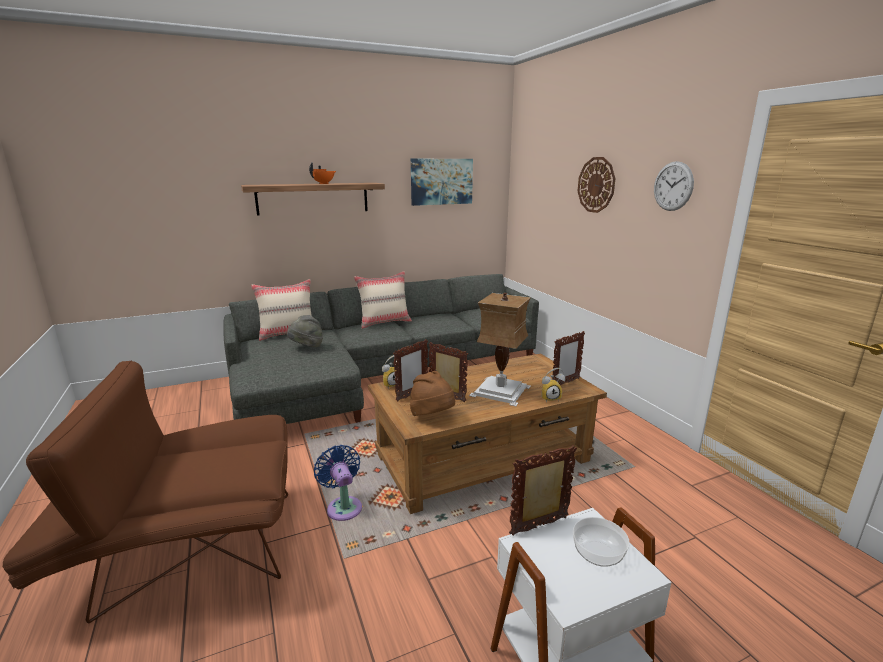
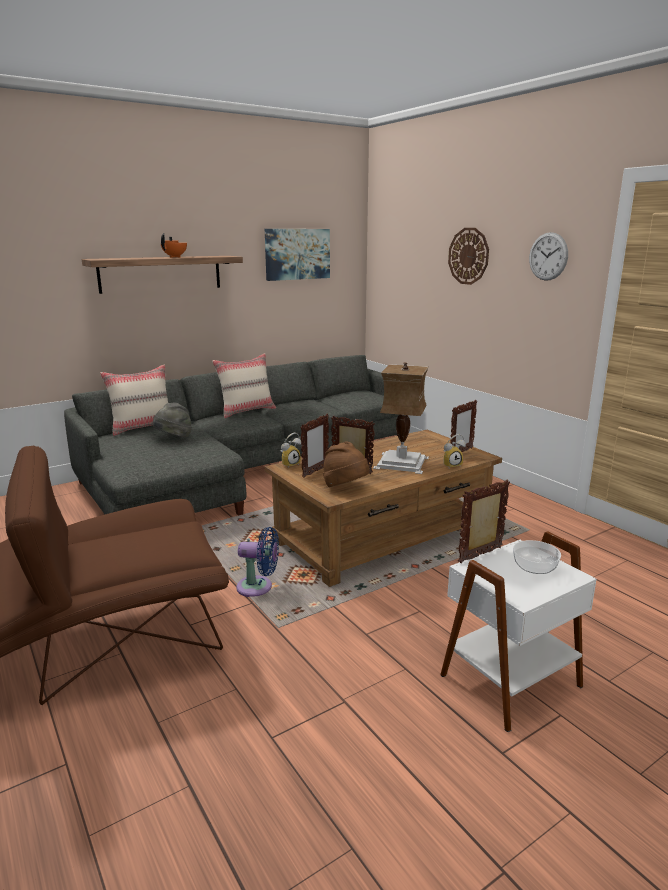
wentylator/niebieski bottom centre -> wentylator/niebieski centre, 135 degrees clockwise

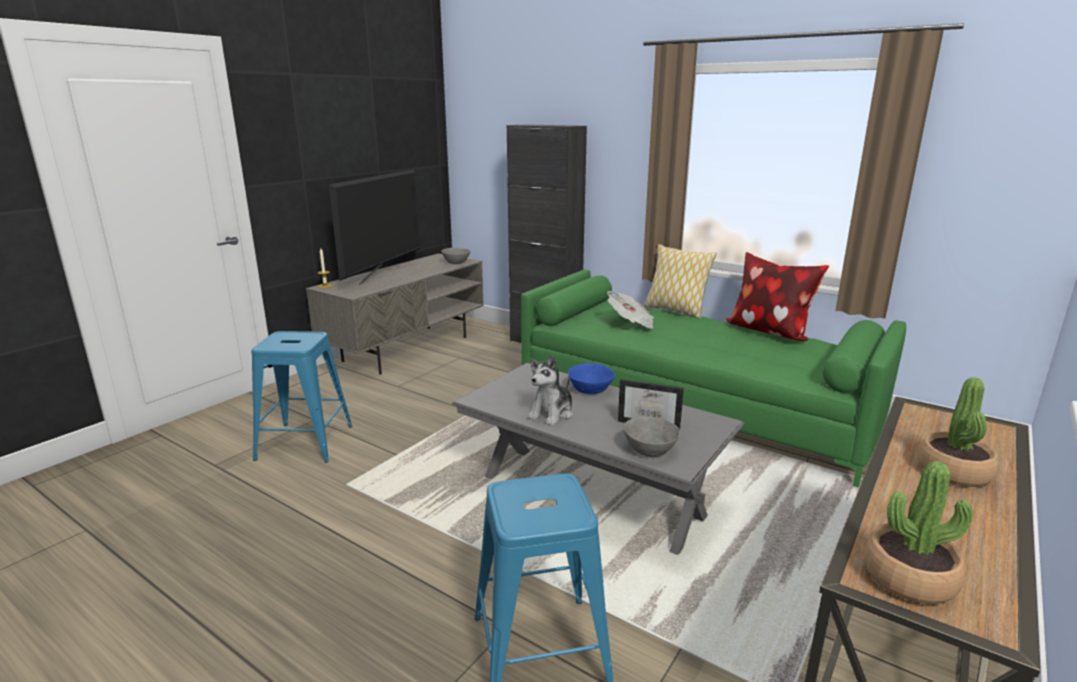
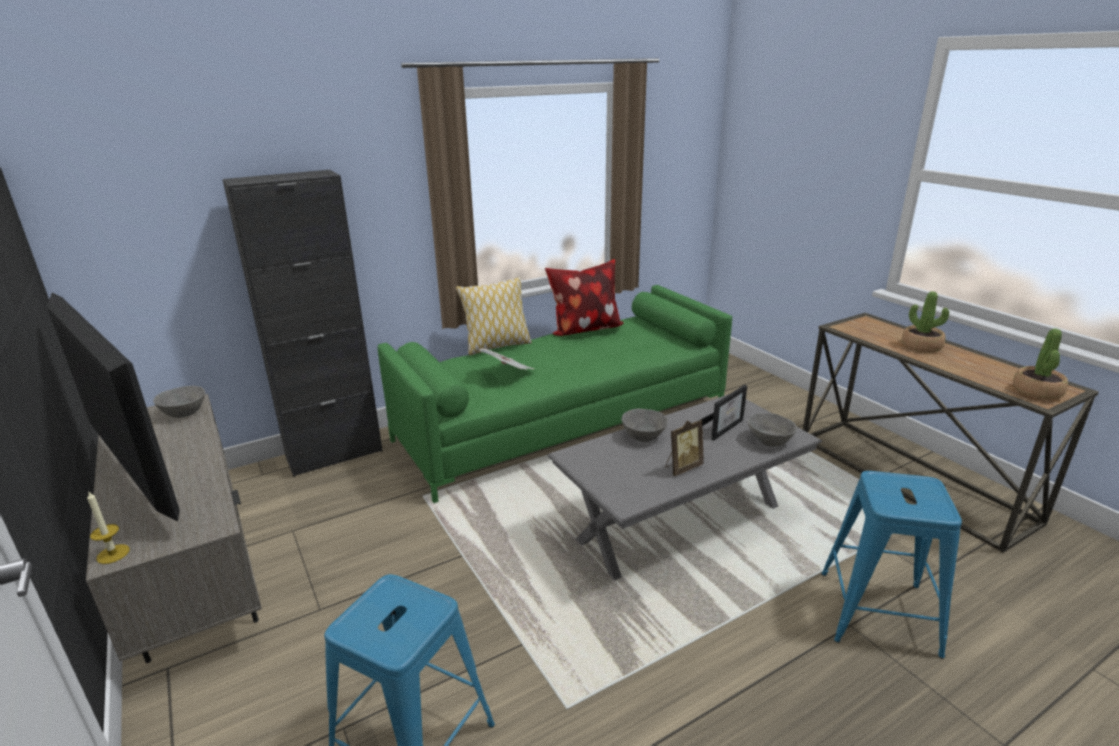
miska/niebieski centre -> miska/szary (no. 2 from left) centre
pluszak centre -> ramka na zdjęcie (no. 1 from left) centre

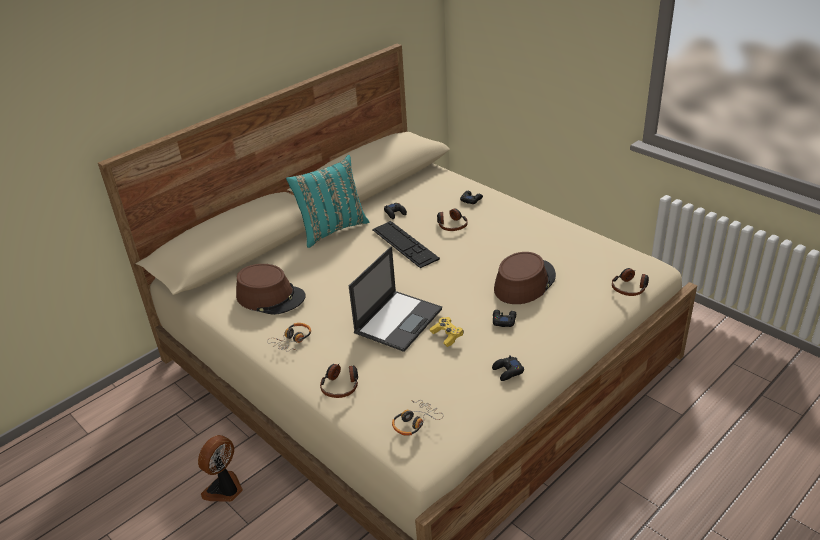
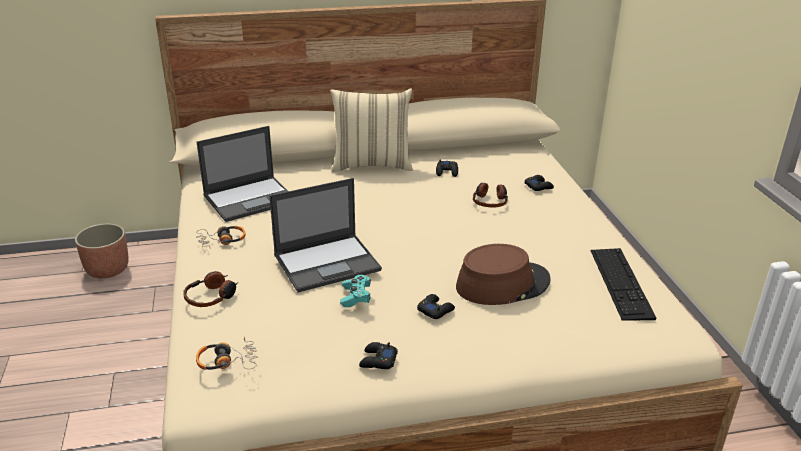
none -> donica middle left
kapelusz/brązowy (no. 1 from left) middle left -> laptop (no. 1 from left) middle left
poduszka/turkusowy centre -> poduszka/beżowy top centre
pad do gier/żółty centre -> pad do gier/turkusowy centre
klawiatura centre -> klawiatura middle right, relocated
wentylator bottom left -> none
słuchawki (no. 5 from left) middle right -> none

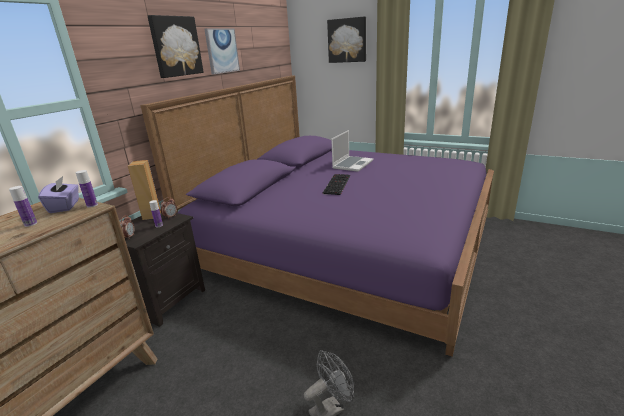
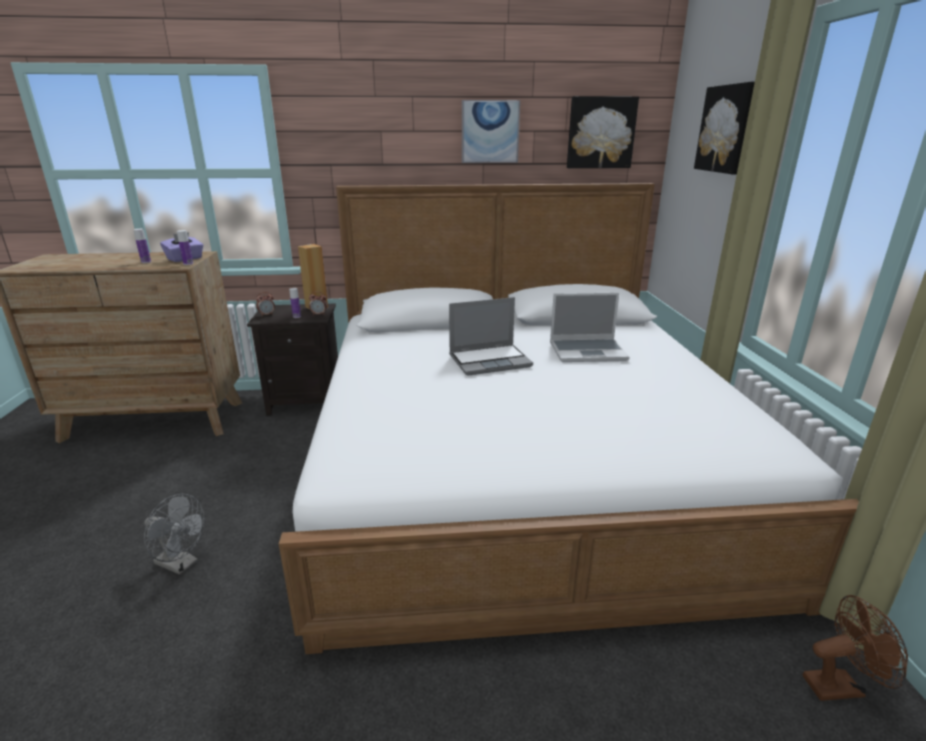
łóżko/fioletowy centre -> łóżko/biały centre
klawiatura centre -> laptop (no. 1 from left) centre
obraz (no. 1 from left in the first image) top left -> obraz (no. 2 from left) top centre, relocated
none -> wentylator/brązowy bottom right

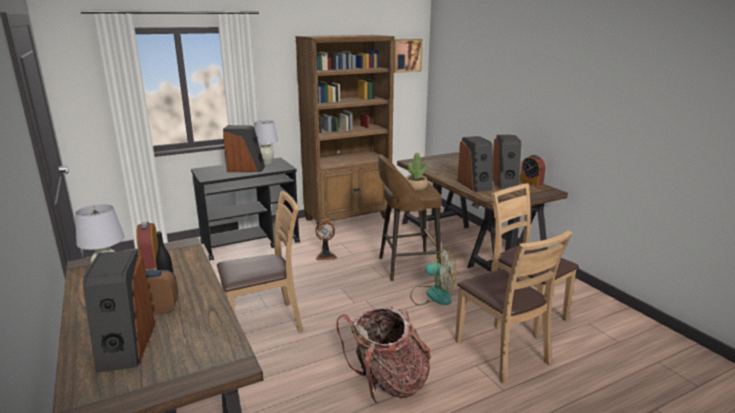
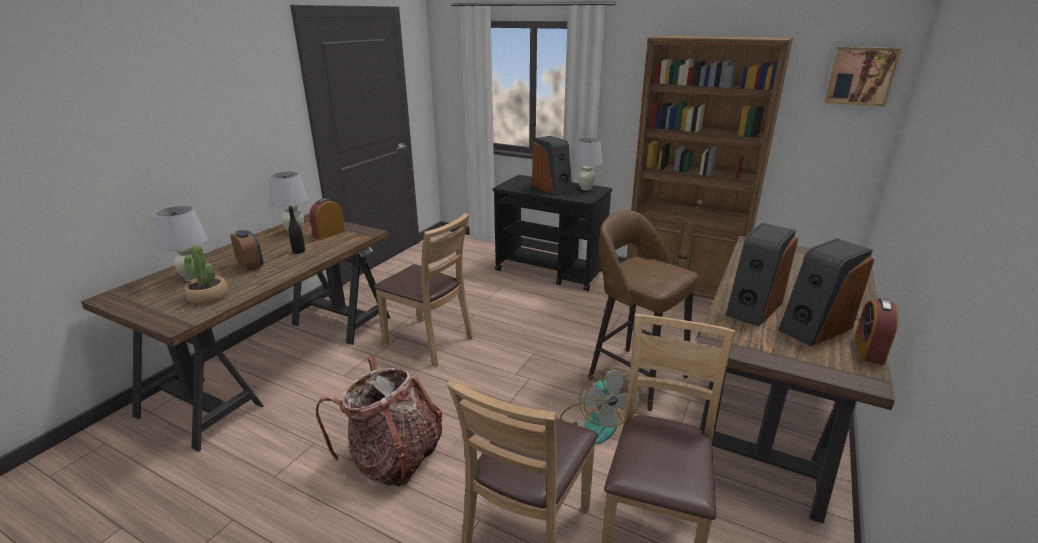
głośnik (no. 1 from left) bottom left -> lampa stołowa/biały (no. 1 from left) middle left
roślina doniczkowa centre -> roślina doniczkowa middle left, relocated
wentylator (no. 1 from left) centre -> none

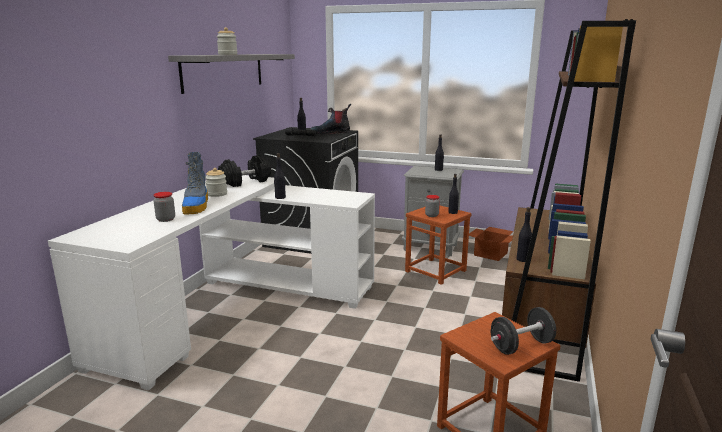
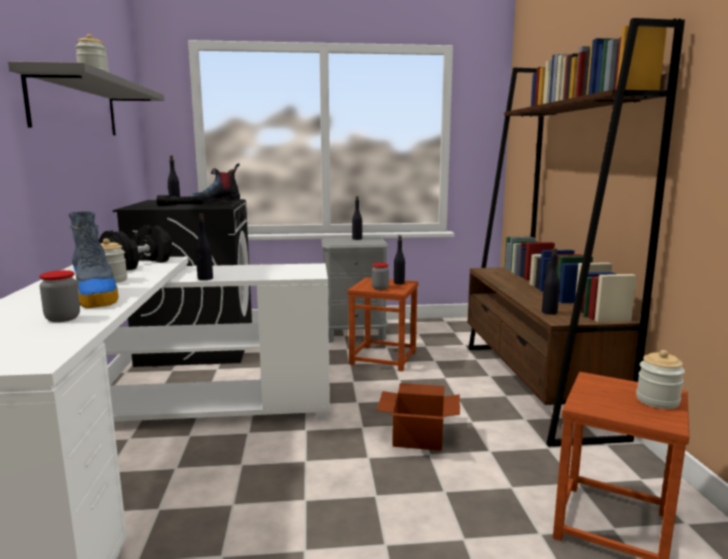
karton middle right -> karton bottom centre, relocated
hantel/czarny (no. 2 from left) bottom right -> słoik (no. 5 from left) bottom right

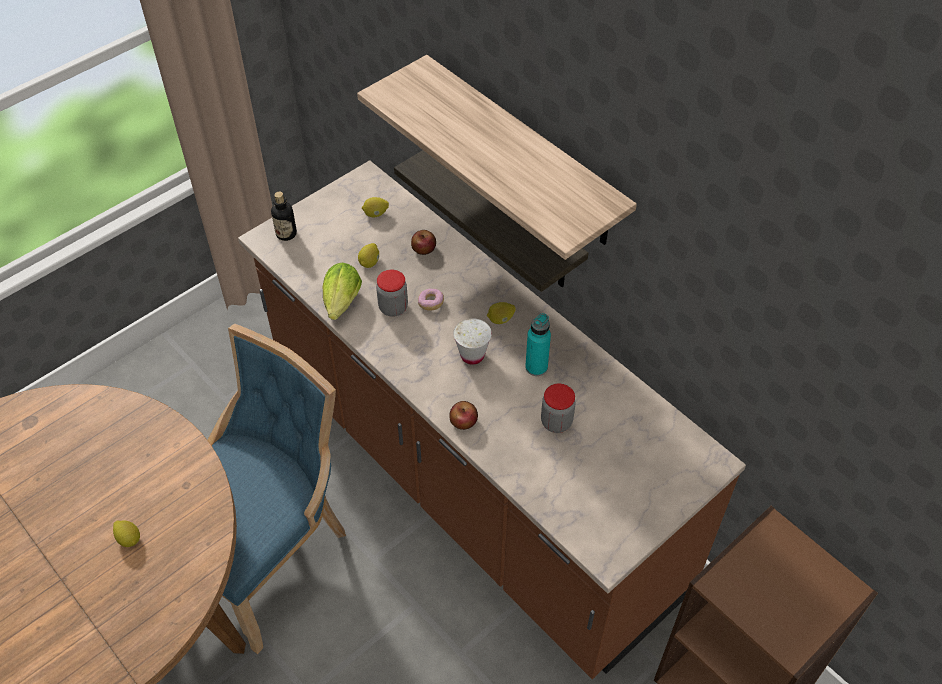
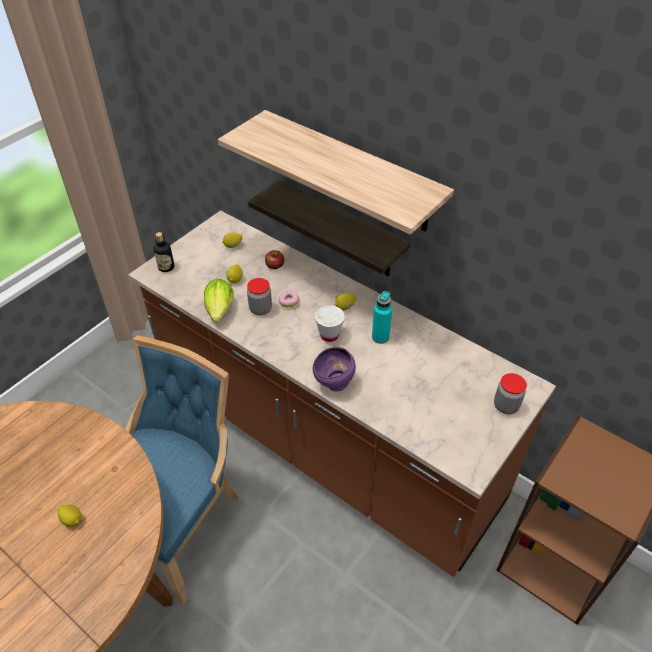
jabłko (no. 2 from left) centre -> miska/fioletowy centre
słoik (no. 2 from left) centre -> słoik (no. 2 from left) middle right, relocated

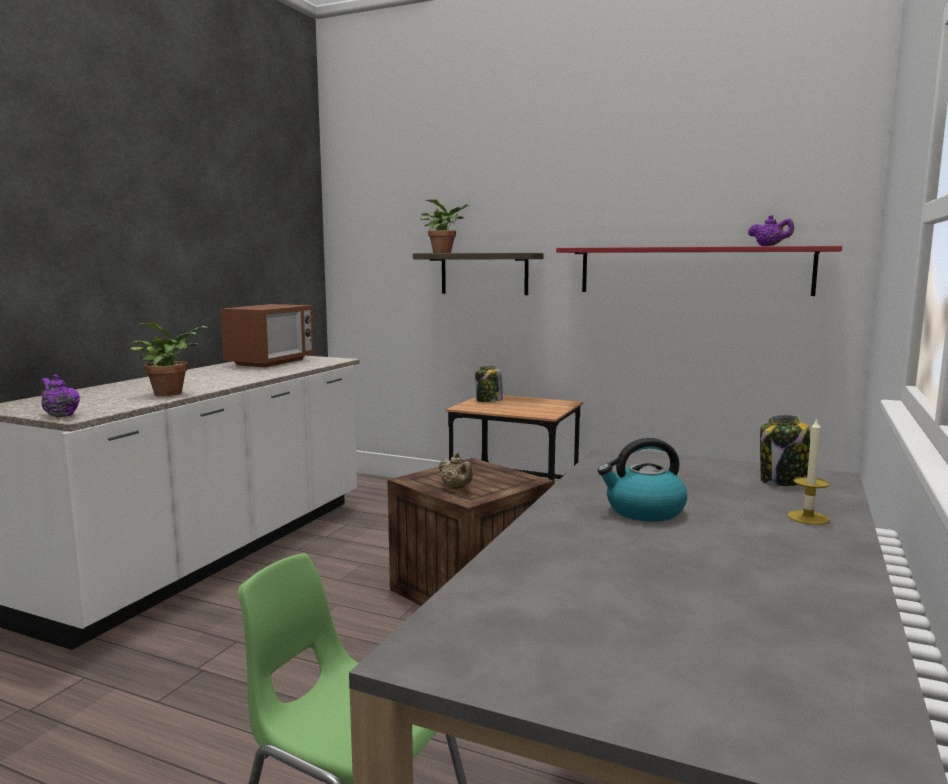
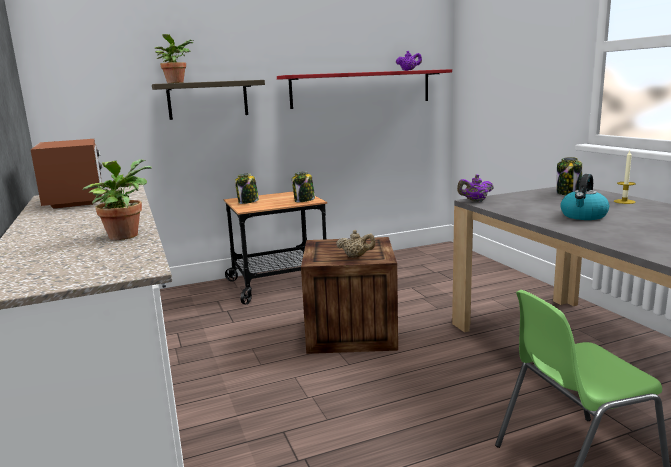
none -> słoik (no. 2 from left) centre
imbryk/fioletowy (no. 1 from left in the first image) middle left -> imbryk/fioletowy (no. 2 from left) middle right, relocated

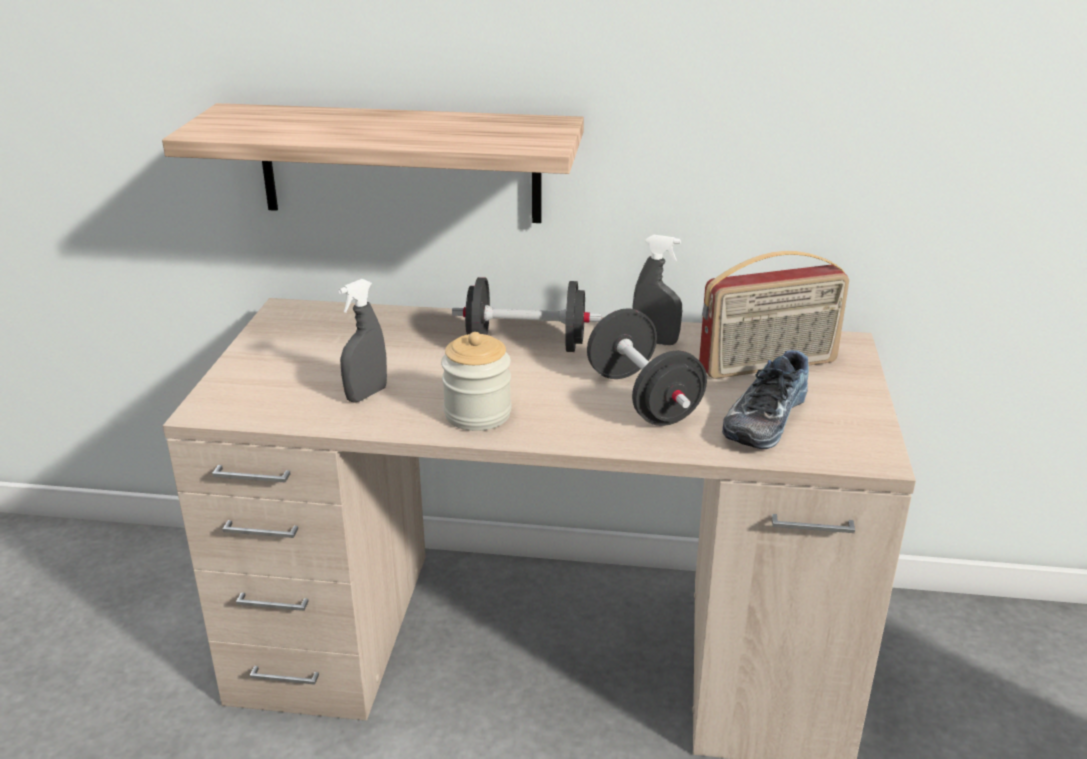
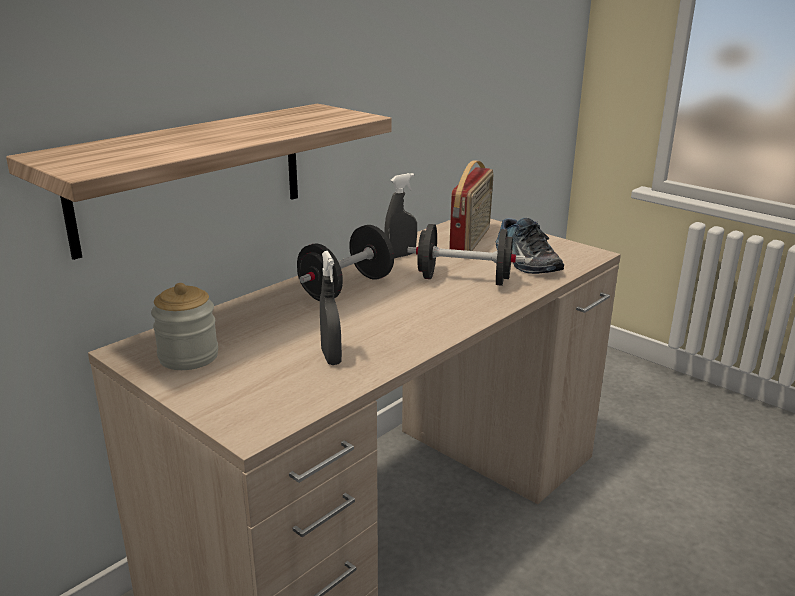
słoik centre -> słoik middle left, relocated

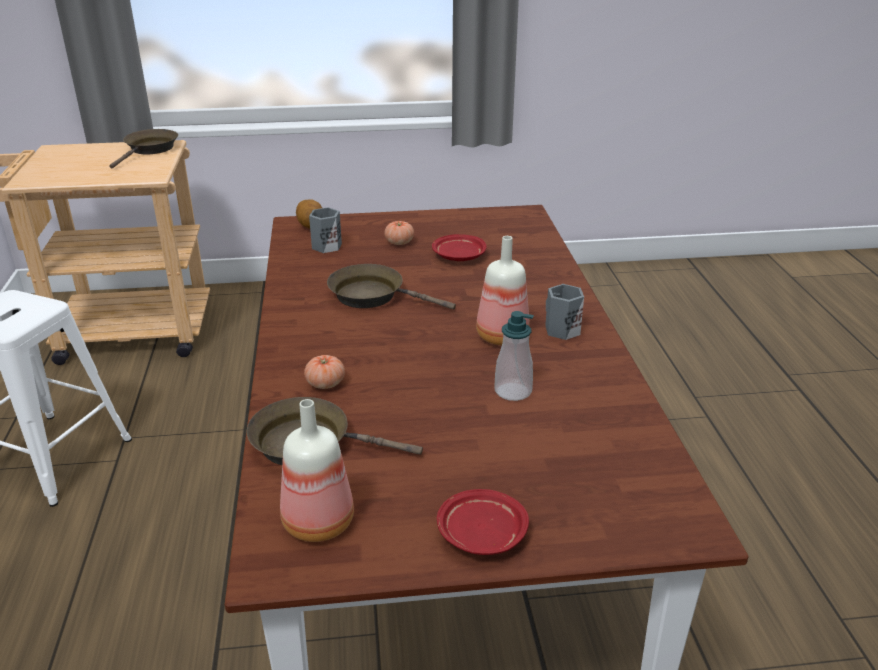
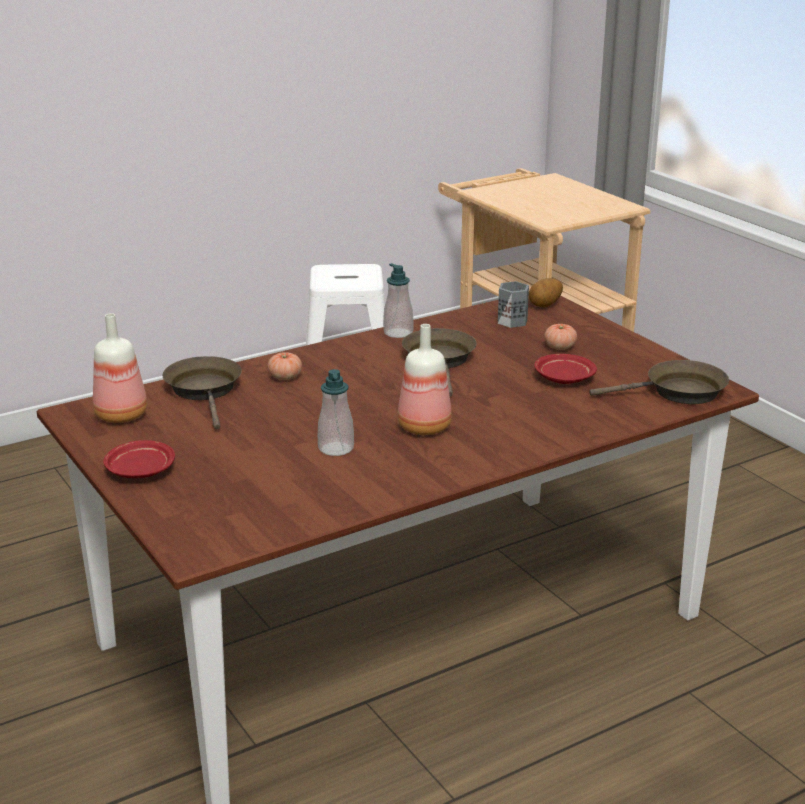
none -> dozownik mydła (no. 2 from left) centre
patelnia/brązowy (no. 1 from left in the first image) top left -> patelnia/brązowy (no. 3 from left) middle right, relocated
kubek/szary (no. 2 from left) centre -> none

